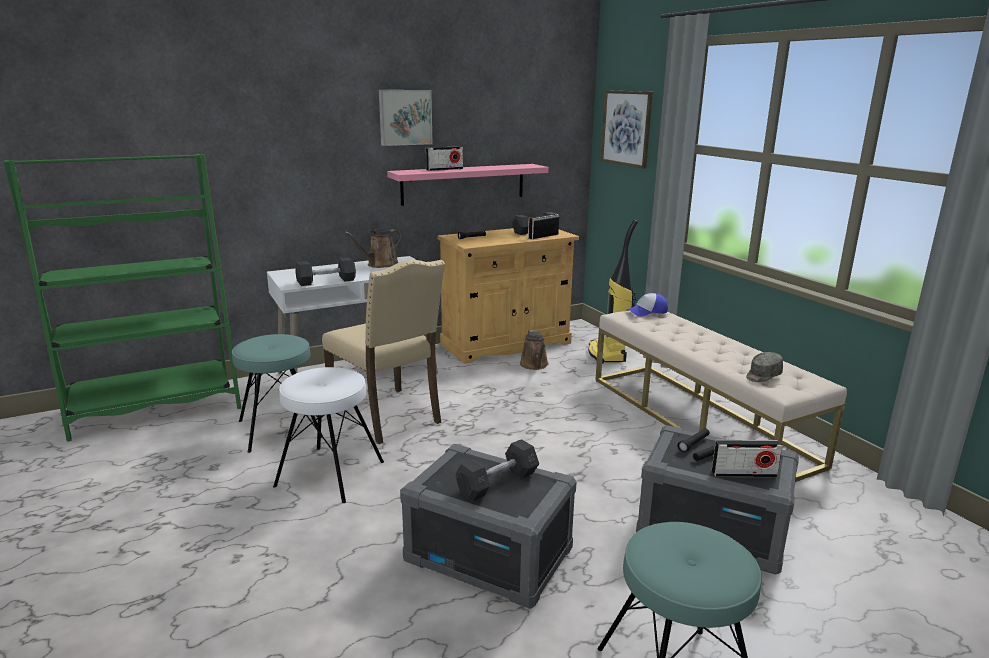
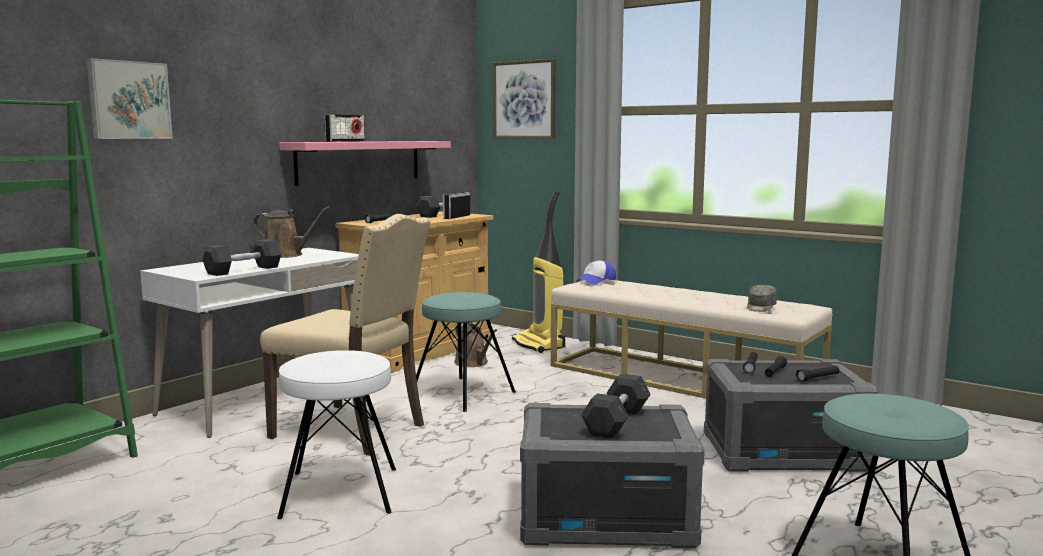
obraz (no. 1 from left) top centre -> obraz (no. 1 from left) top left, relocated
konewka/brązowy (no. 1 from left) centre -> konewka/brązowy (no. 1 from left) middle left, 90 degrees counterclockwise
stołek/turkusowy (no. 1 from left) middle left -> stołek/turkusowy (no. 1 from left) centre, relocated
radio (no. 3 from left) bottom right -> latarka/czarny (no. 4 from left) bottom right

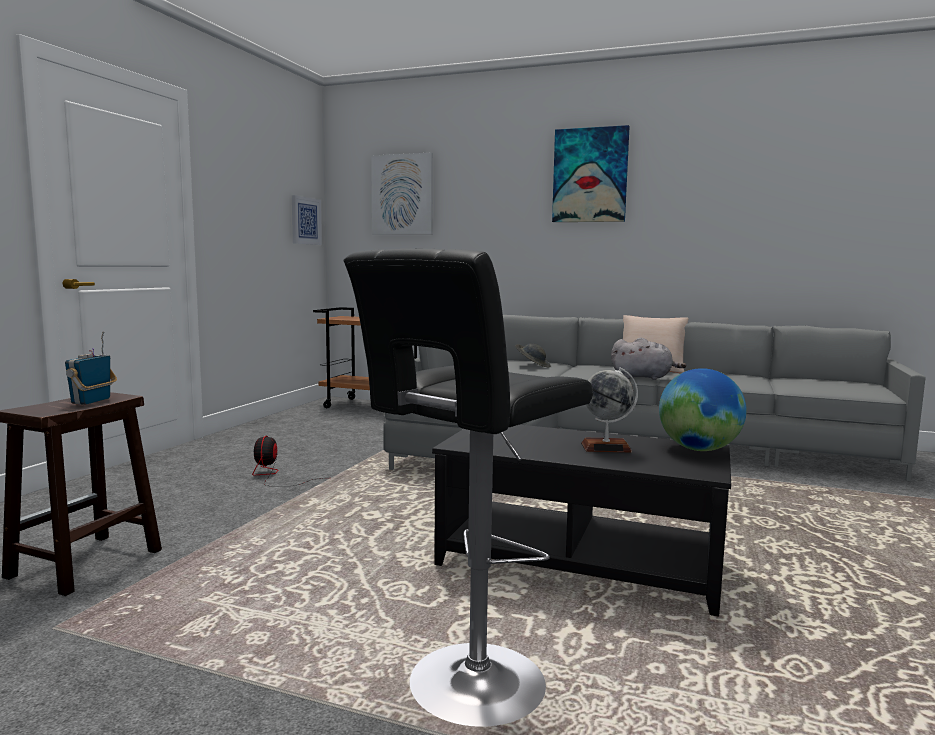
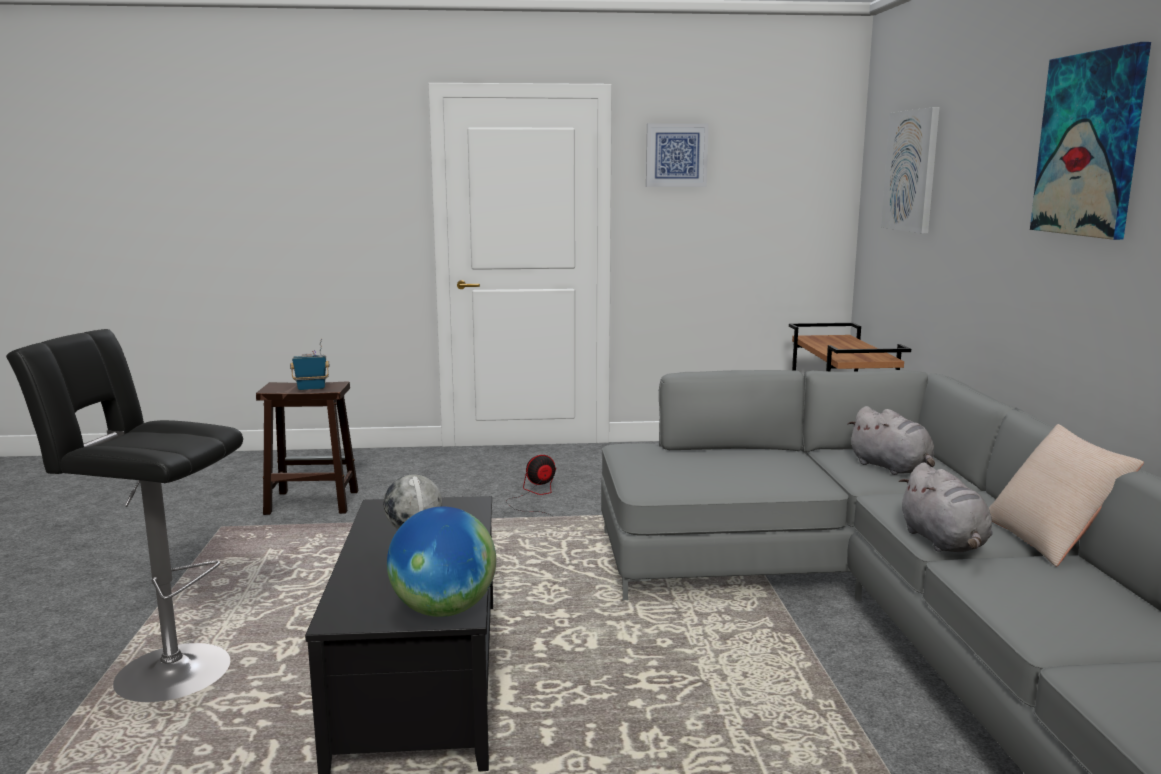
obraz (no. 1 from left) top left -> obraz (no. 1 from left) top centre, relocated
kapelusz/szary centre -> pluszak/szary (no. 1 from left) middle right

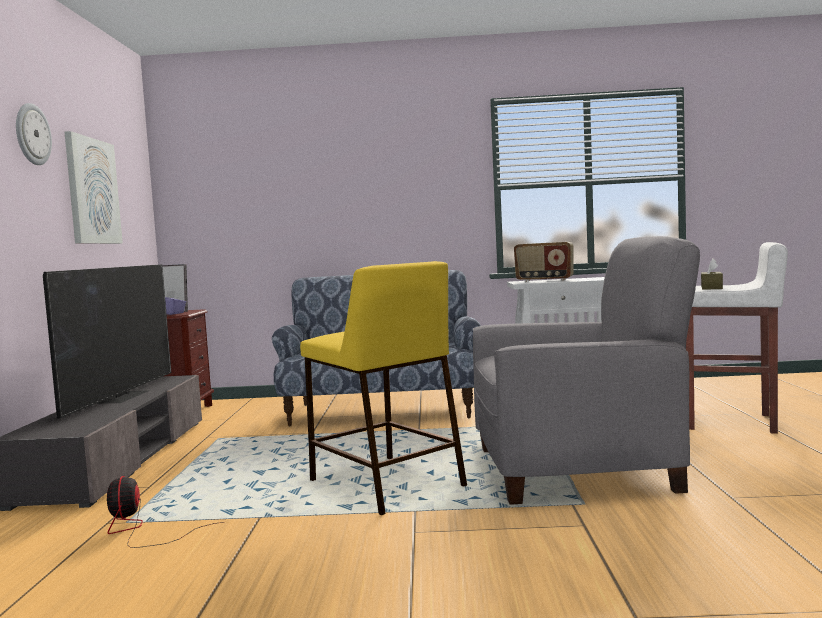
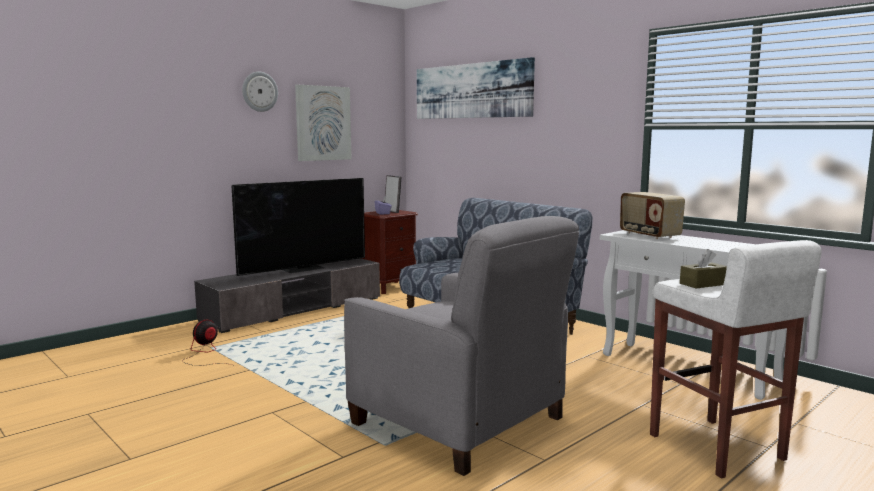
none -> obraz (no. 2 from left) top centre
stołek/żółty centre -> none

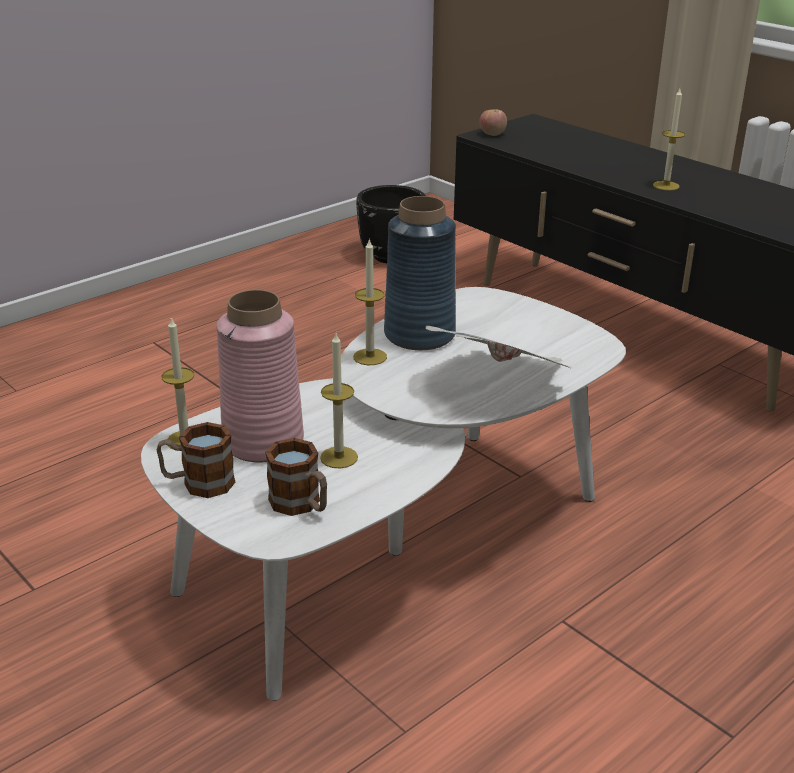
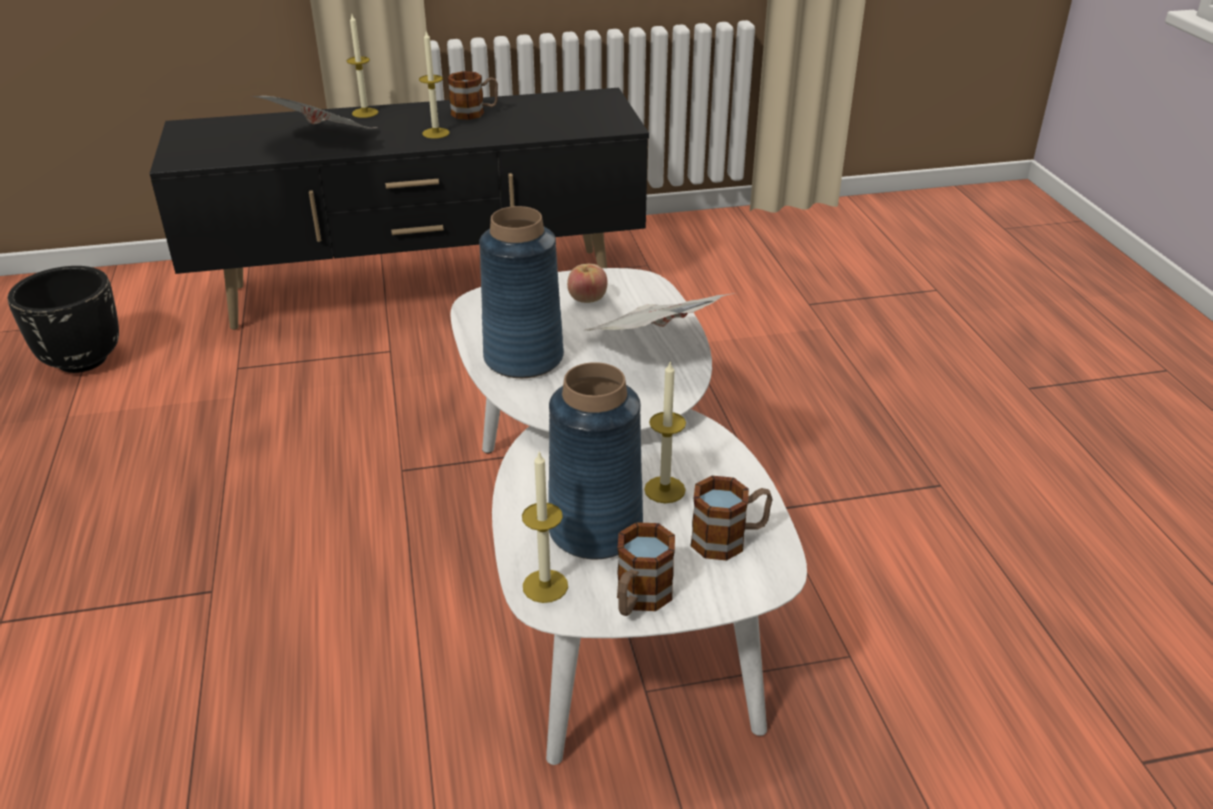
none -> gazeta (no. 1 from left) top left
świeca (no. 3 from left in the first image) centre -> świeca (no. 1 from left) top left, relocated
none -> kubek (no. 1 from left) top centre
wazon/różowy middle left -> wazon/niebieski (no. 2 from left) centre
jabłko top centre -> jabłko centre, relocated

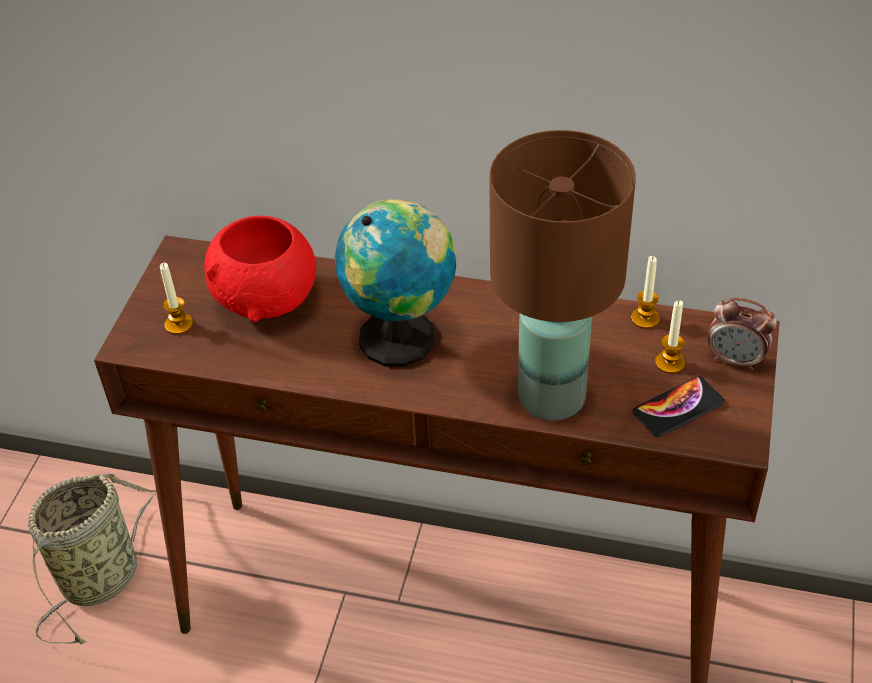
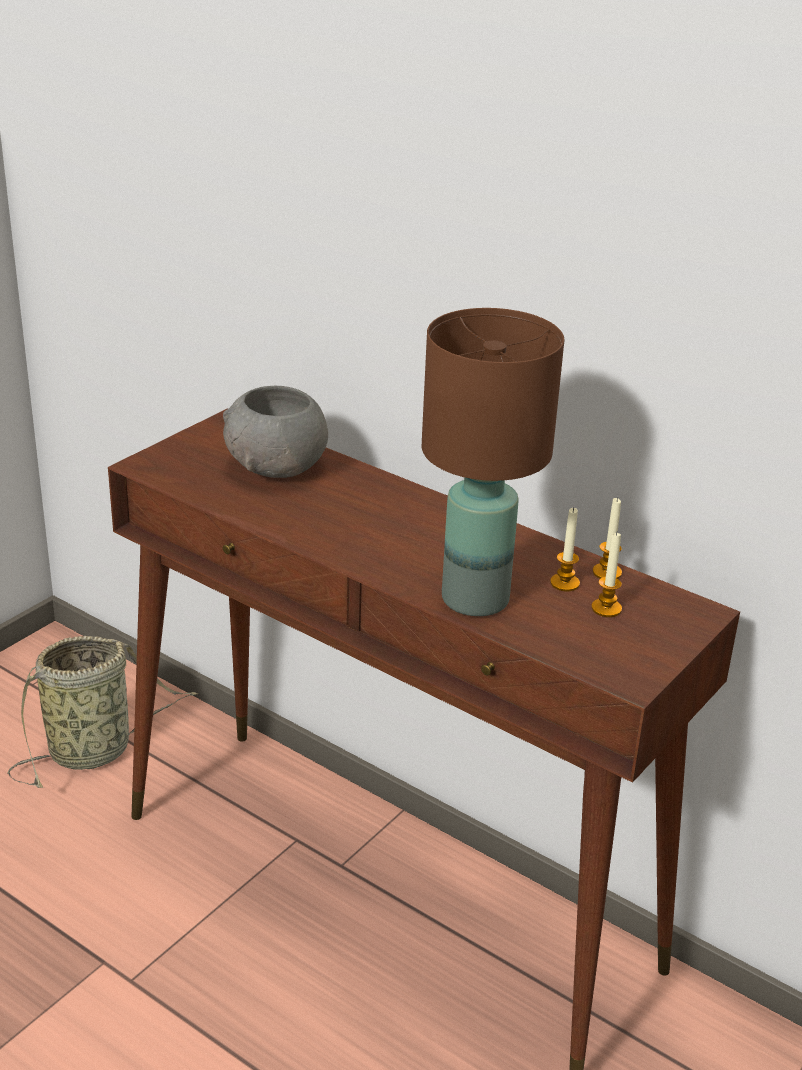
miska/czerwony middle left -> miska/szary centre
świeca (no. 1 from left) middle left -> świeca (no. 1 from left) middle right, relocated
globus centre -> none
telefon middle right -> none
budzik middle right -> none

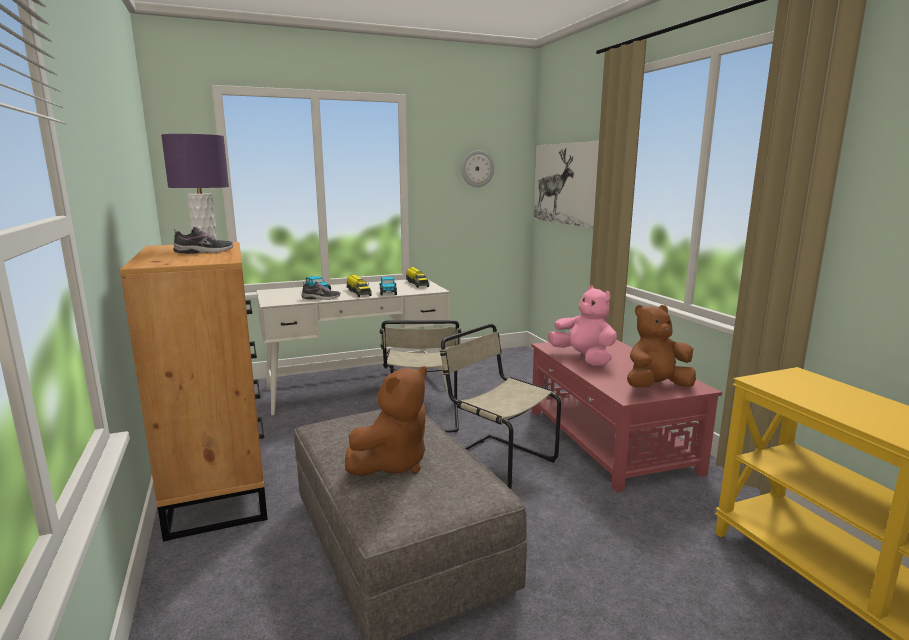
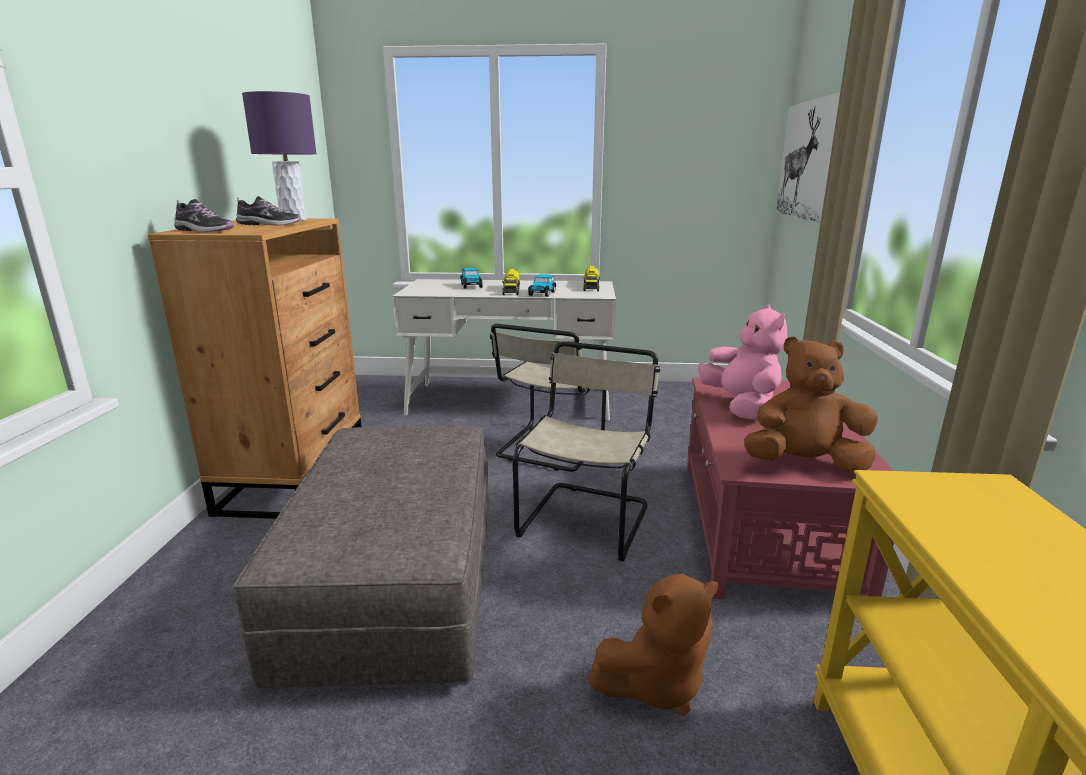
but (no. 2 from left in the first image) centre -> but (no. 1 from left) top left, relocated
krzesło/beżowy (no. 2 from left) centre, 45 degrees clockwise
pluszak/brązowy (no. 1 from left) centre -> pluszak/brązowy (no. 1 from left) bottom centre, relocated
zegar ścienny top centre -> none

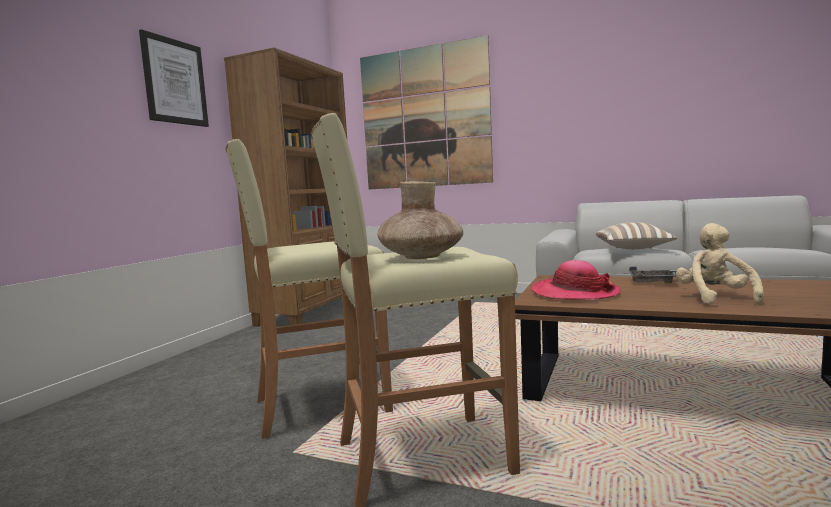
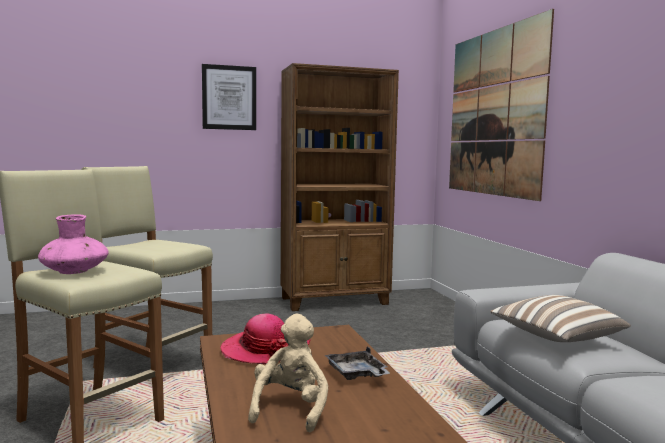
wazon/brązowy centre -> wazon/różowy middle left
pluszak/beżowy middle right -> pluszak/beżowy bottom centre, 45 degrees counterclockwise

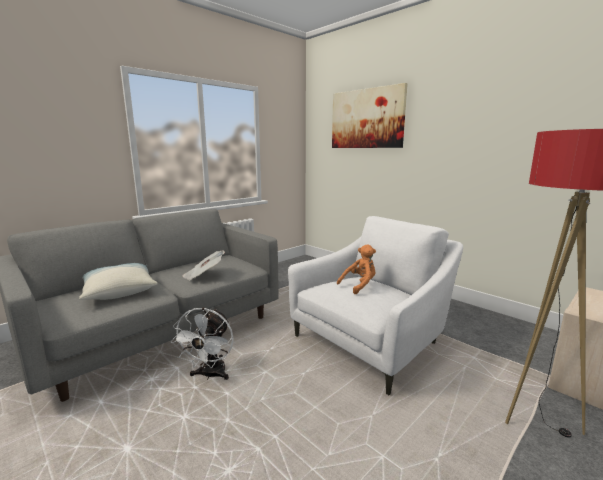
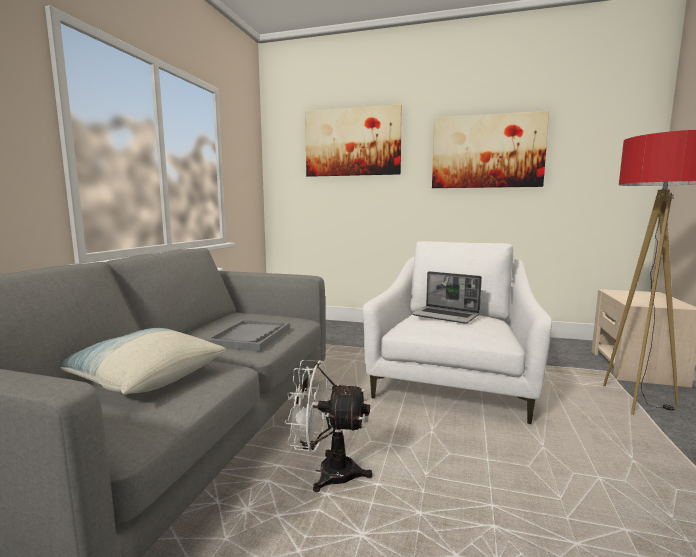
gazeta centre -> taca/szary centre
wentylator/biały bottom centre, 120 degrees clockwise
pluszak/pomarańczowy centre -> laptop centre
none -> obraz (no. 2 from left) top right

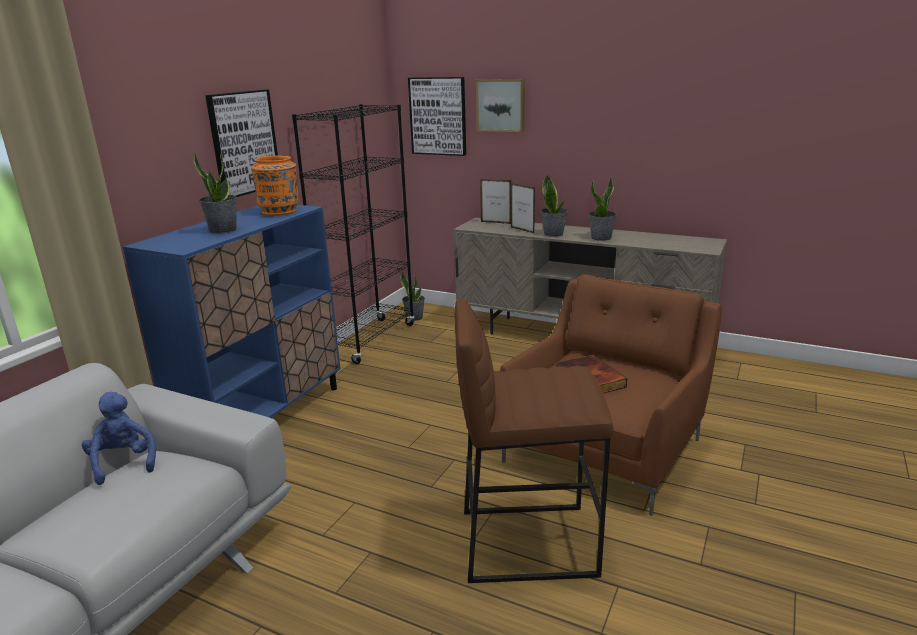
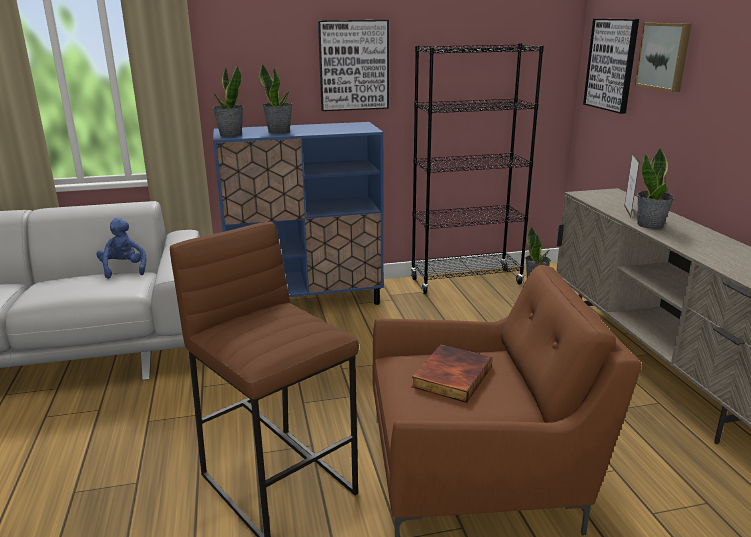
pluszak/niebieski bottom left -> pluszak/niebieski middle left, 45 degrees counterclockwise
roślina doniczkowa (no. 4 from left in the first image) top centre -> roślina doniczkowa (no. 1 from left) top left, relocated
wazon/pomarańczowy top left -> none
ramka na zdjęcie (no. 1 from left) top centre -> none

